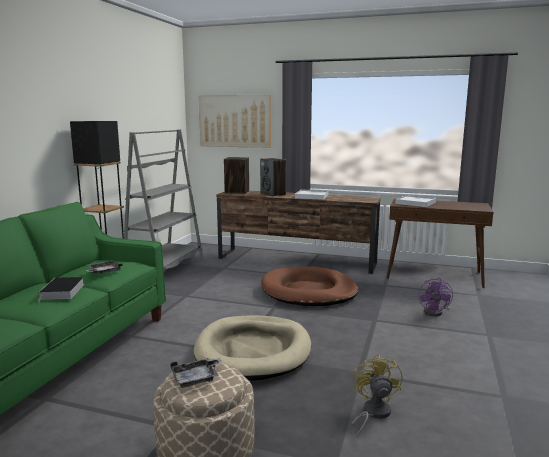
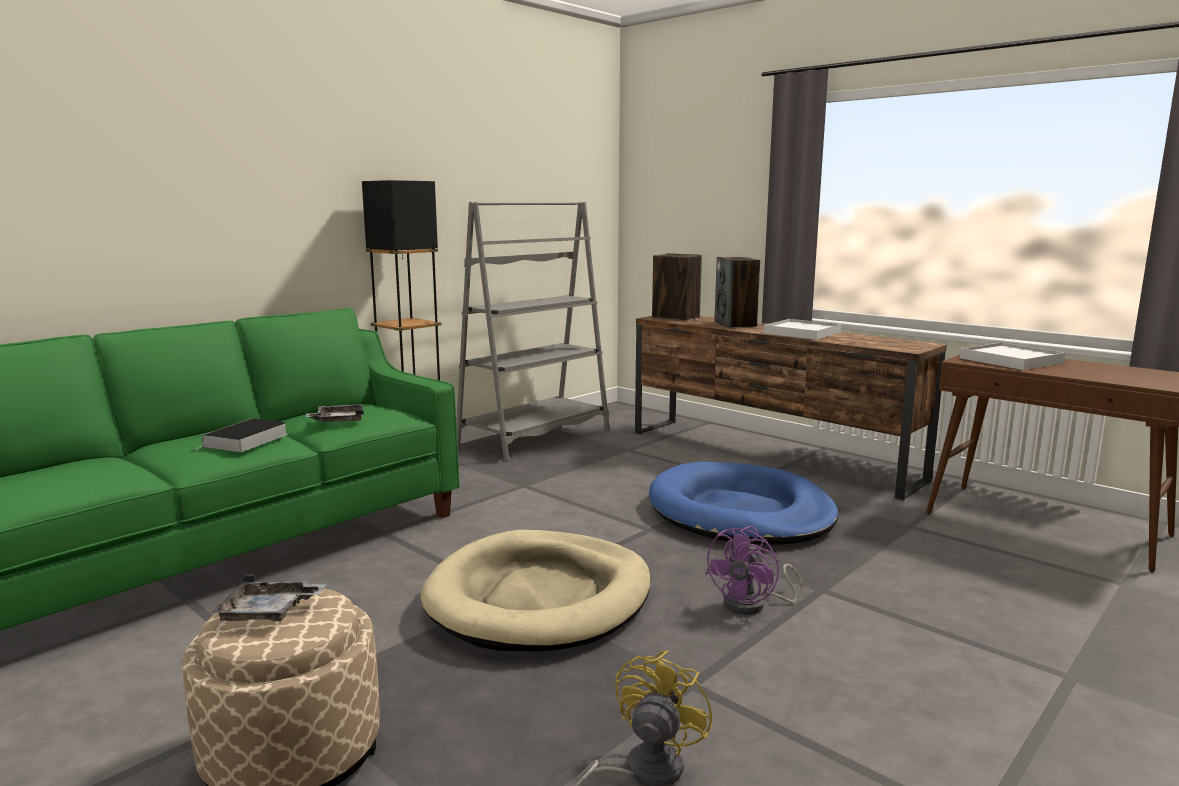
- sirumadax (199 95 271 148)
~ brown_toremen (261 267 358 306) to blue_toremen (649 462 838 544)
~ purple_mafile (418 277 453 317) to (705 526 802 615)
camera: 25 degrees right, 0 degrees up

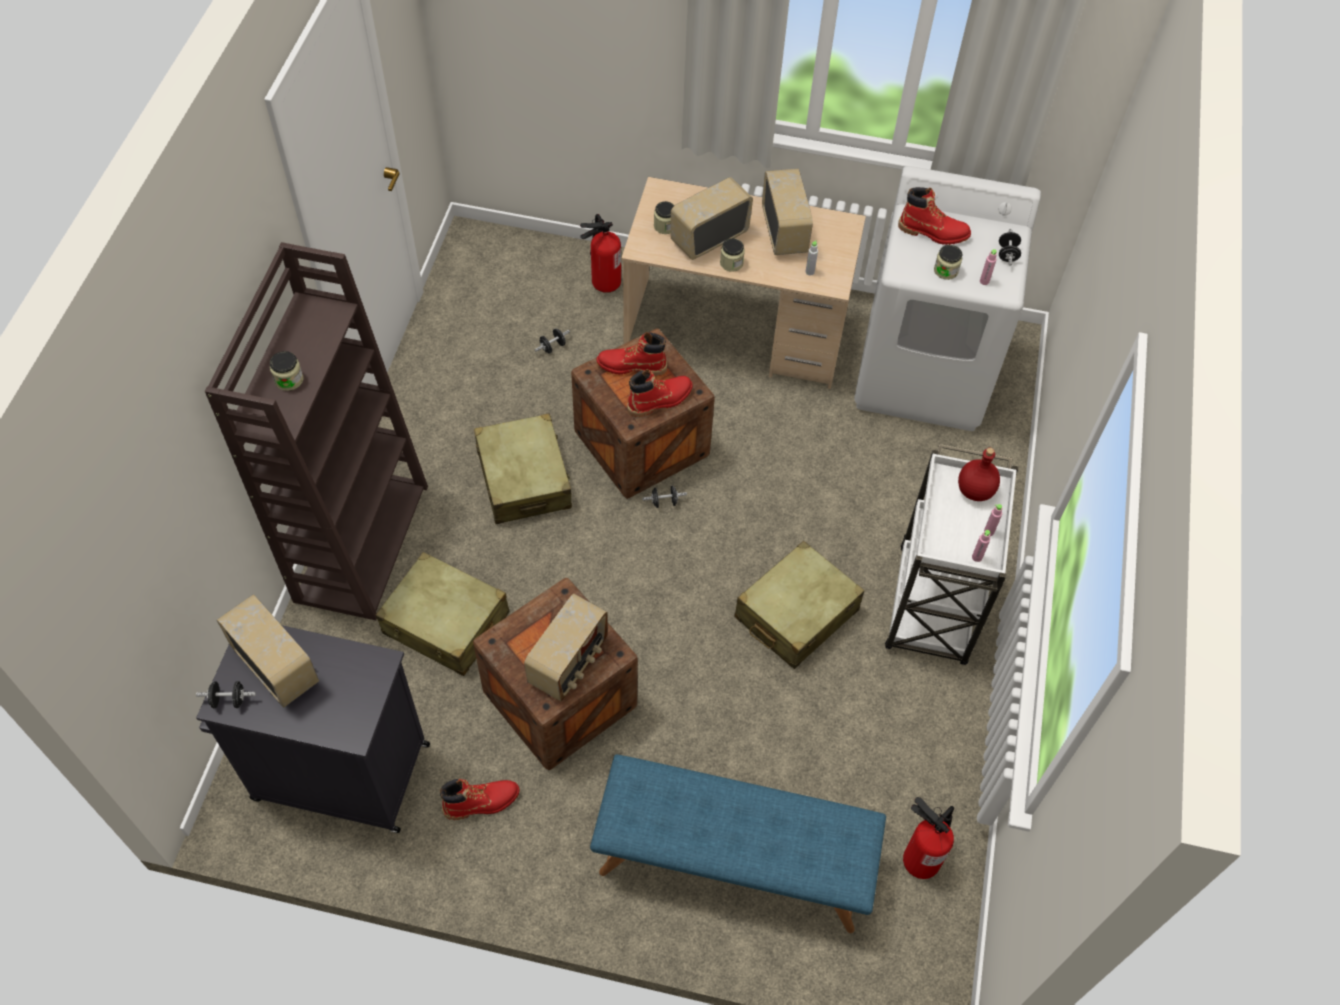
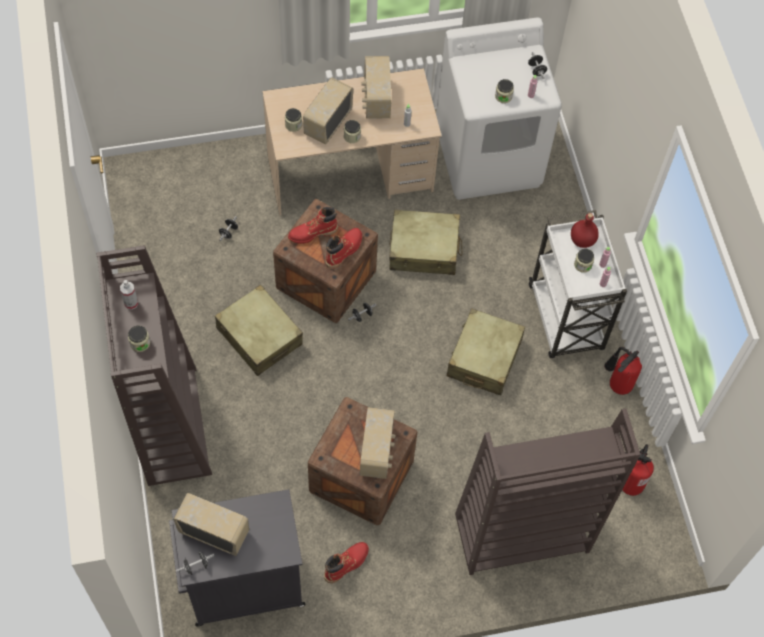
~ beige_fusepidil (376 552 509 676) to (389 210 462 275)
~ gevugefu (580 214 621 293) to (604 347 642 395)
~ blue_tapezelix (590 754 886 933) to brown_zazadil (455 408 641 575)
~ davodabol (762 169 813 255) = (362 56 392 119) 150 degrees counterclockwise
- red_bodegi (898 187 971 245)
+ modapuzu (120 280 138 310)
+ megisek (574 248 594 273)
camera: 25 degrees left, 5 degrees up

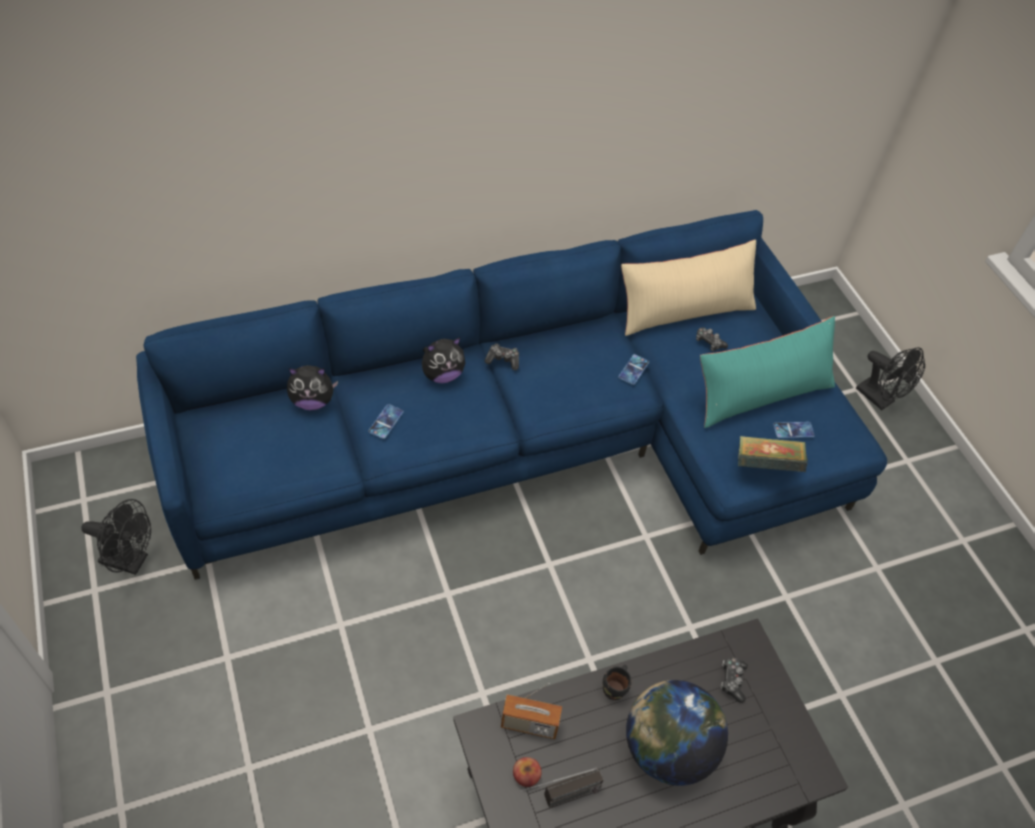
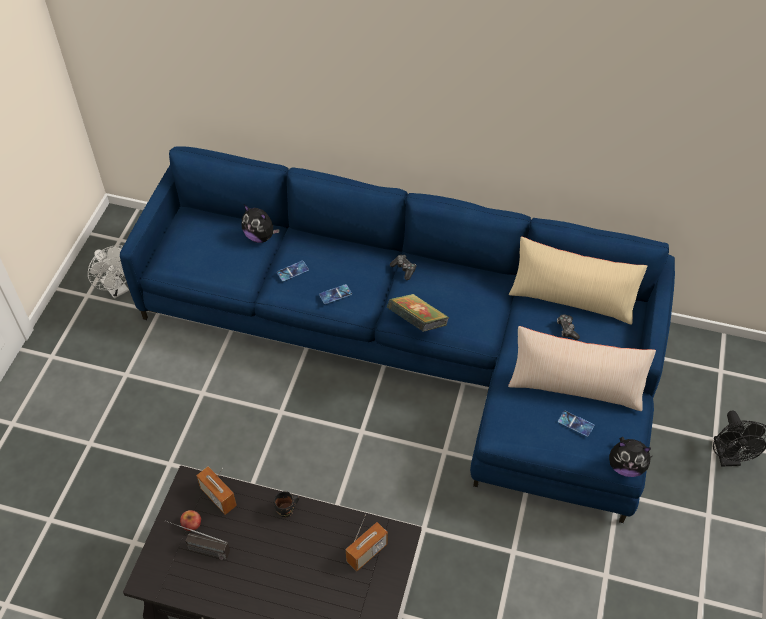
~ black_mafile (81 499 151 575) to white_mafile (88 245 129 299)
~ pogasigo (422 337 465 383) to (609 437 653 477)
~ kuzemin (618 354 649 385) to (319 284 352 304)
- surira (626 680 728 786)
~ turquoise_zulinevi (700 316 835 428) to beige_zulinevi (508 326 656 411)
~ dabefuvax (720 657 748 703) to davodabol (346 514 388 572)
~ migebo (738 436 808 472) to (387 294 449 332)
camera: 40 degrees right, 0 degrees up

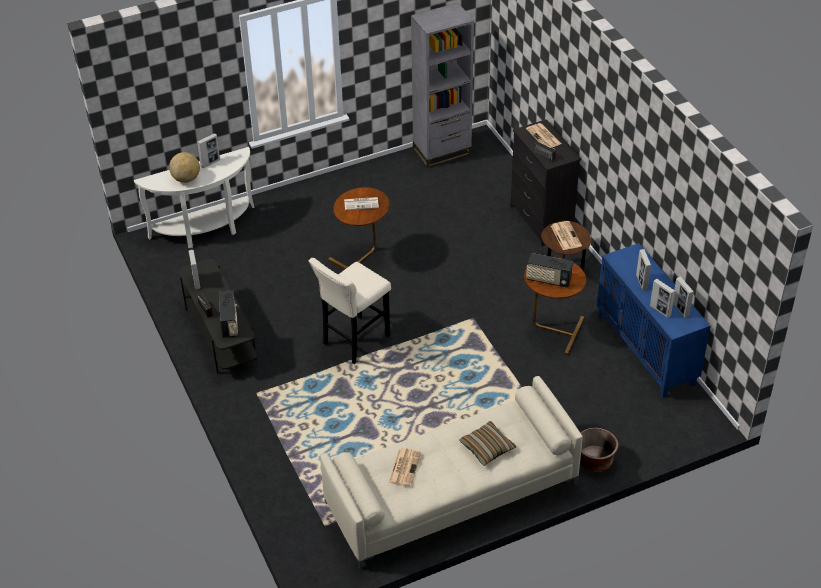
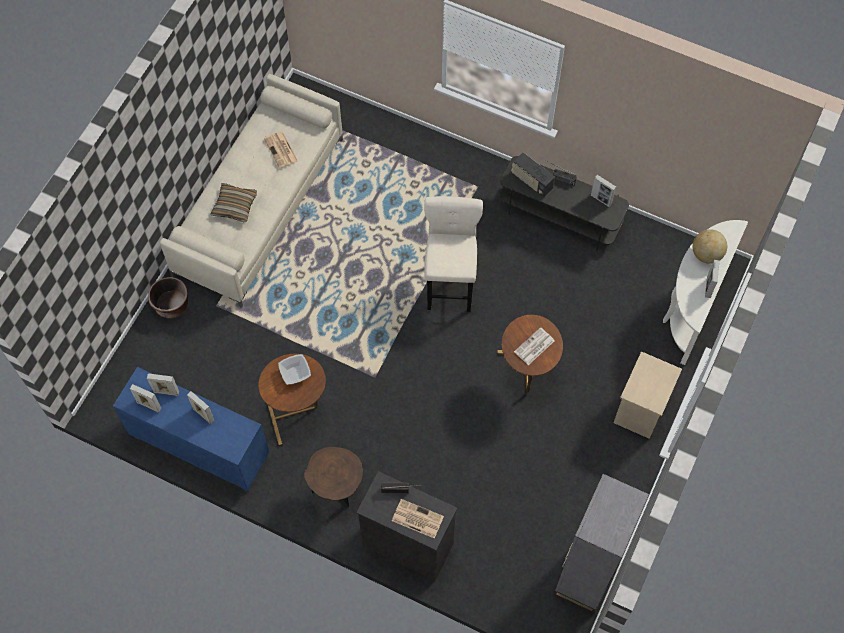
~ davodabol (526 253 573 288) to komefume (278 354 311 385)
- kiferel (551 221 582 250)
+ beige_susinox (613 351 682 439)
camera: 140 degrees right, 20 degrees up

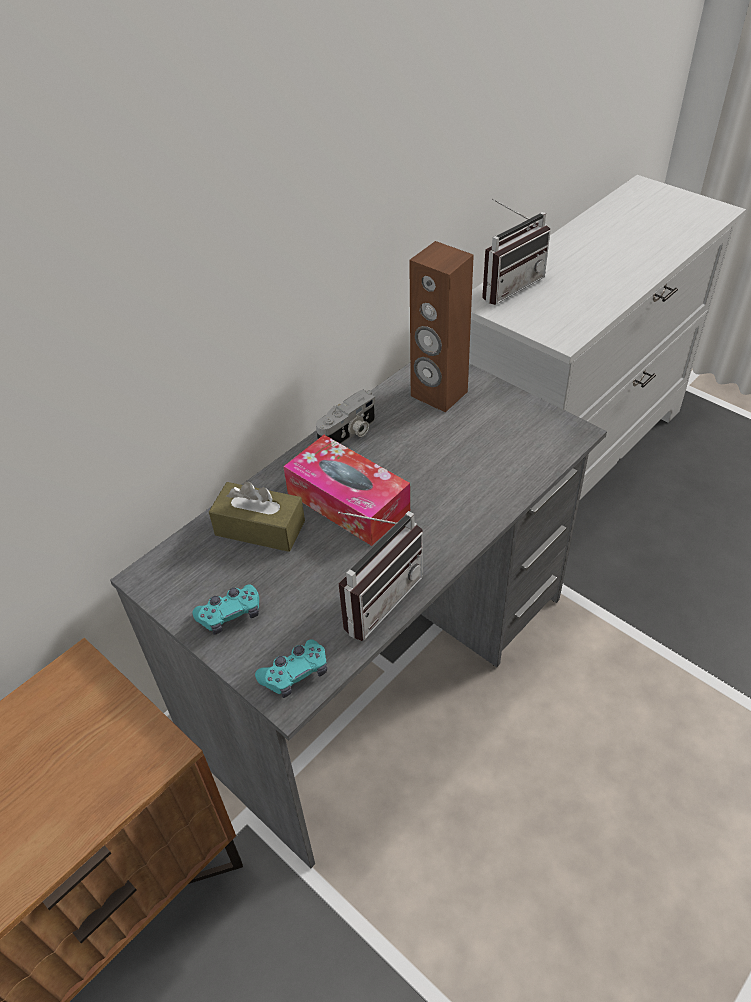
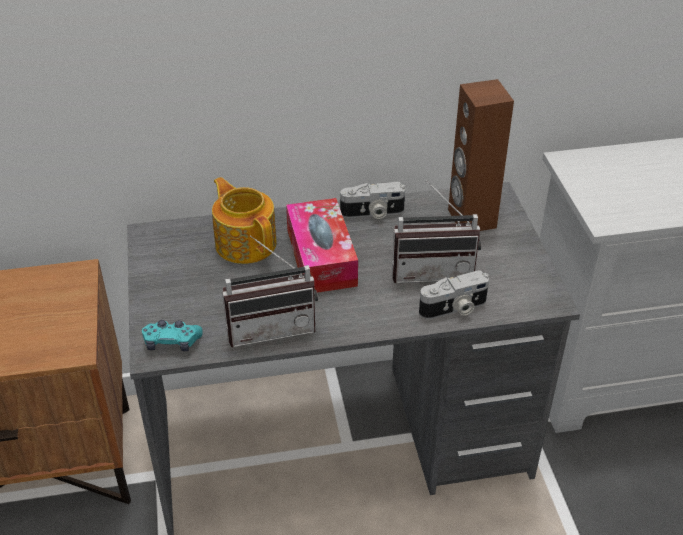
- turquoise_dabefuvax (192 585 259 635)
~ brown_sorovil (209 481 305 552) to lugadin (212 177 277 264)
~ davodabol (482 199 551 305) to (392 180 481 283)
+ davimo (419 270 489 319)
camera: 35 degrees right, 5 degrees down

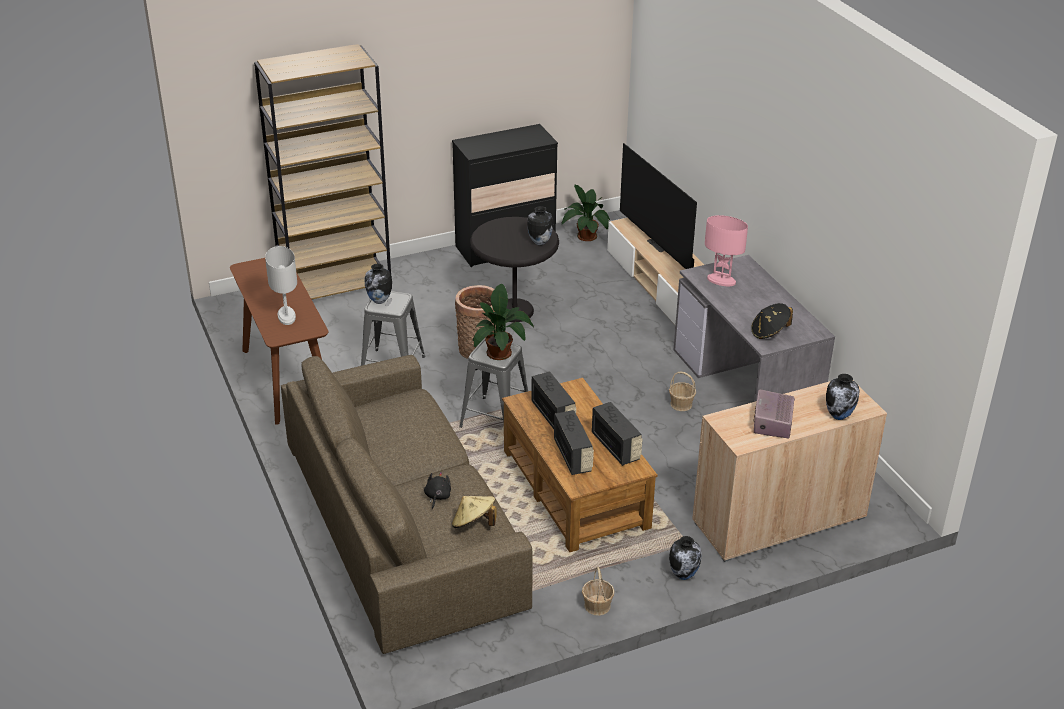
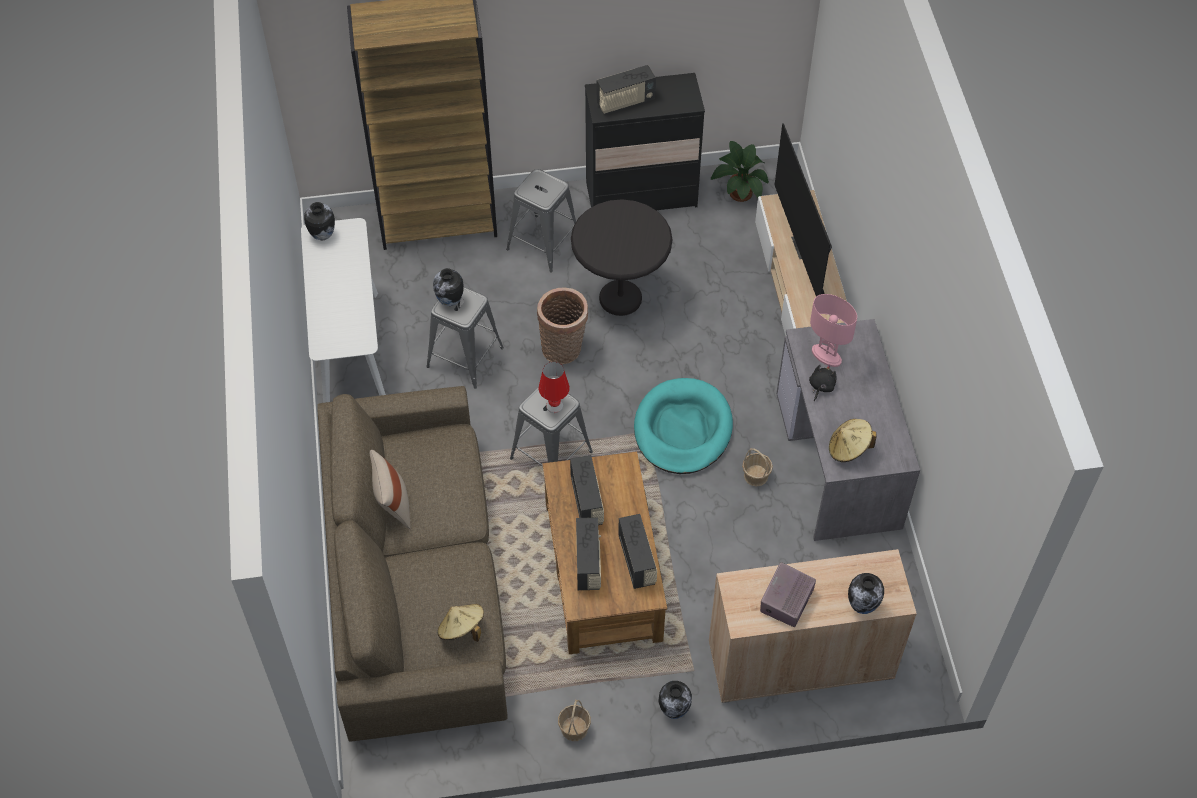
~ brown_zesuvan (230 258 329 425) to white_zesuvan (301 218 386 403)
- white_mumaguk (265 246 297 325)
~ black_pogasigo (424 472 451 509) to (809 365 837 401)
~ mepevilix (473 284 534 360) to red_mumaguk (539 362 570 413)
~ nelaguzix (527 206 553 245) to (304 202 335 240)
~ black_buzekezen (751 303 793 339) to beige_buzekezen (829 419 877 462)
+ beige_zulinevi (370 450 411 529)
+ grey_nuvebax (506 169 576 272)
+ davodabol (597 65 656 114)
+ turquoise_toremen (634 378 733 474)
camera: 15 degrees right, 20 degrees up

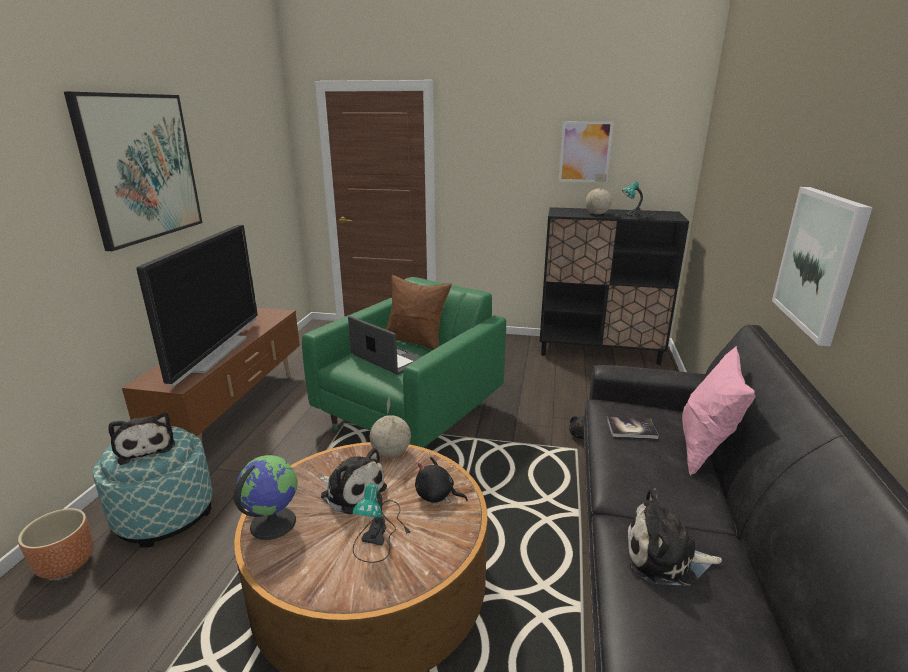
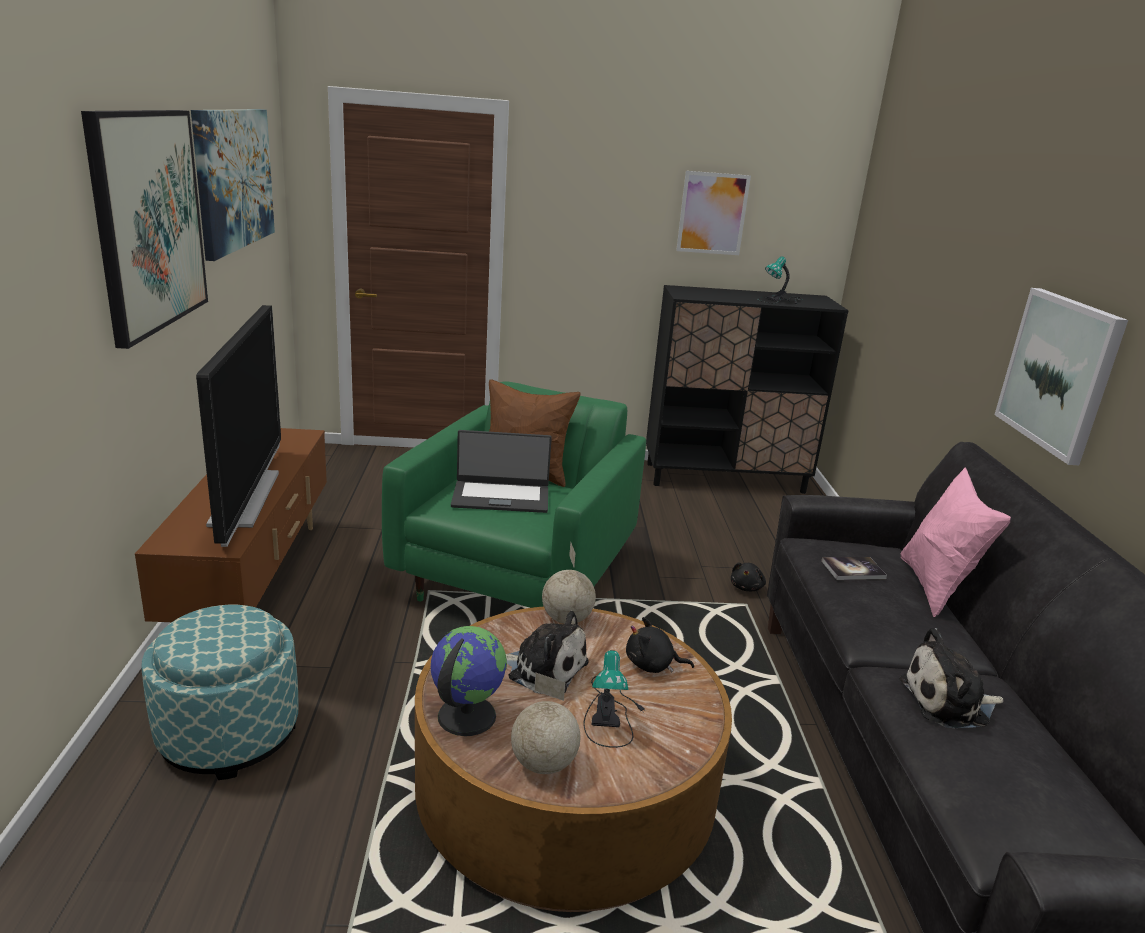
- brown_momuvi (18 508 94 579)
- pogasigo (108 412 175 465)
~ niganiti (348 316 421 375) = (451 430 552 513) 150 degrees clockwise
~ surira (586 173 612 215) to (511 673 580 774)
+ sirumadax (191 109 275 261)
camera: 15 degrees left, 0 degrees up

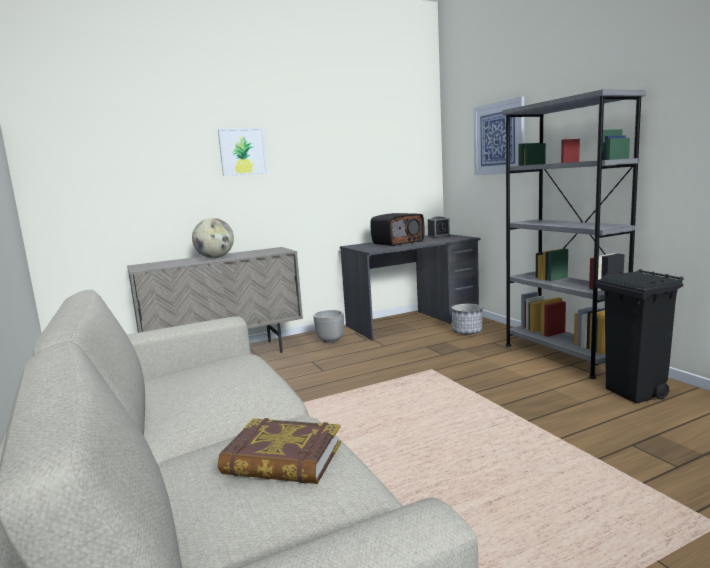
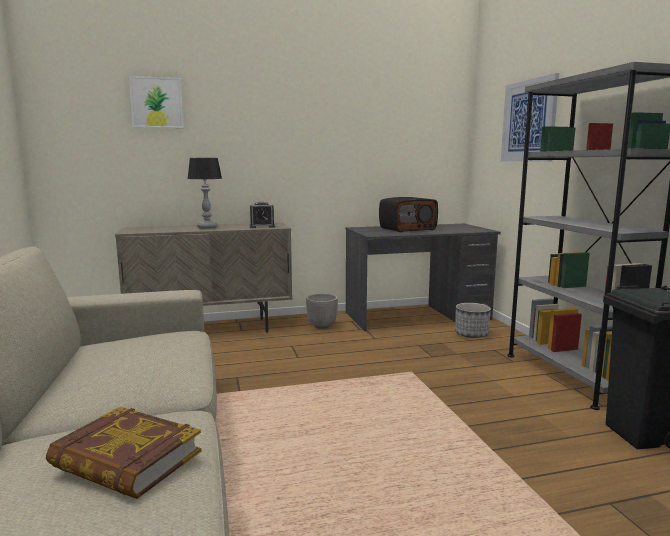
~ surira (192 218 234 258) to mumaguk (187 158 222 229)
~ sirumadax (218 128 267 176) to (129 76 184 128)
~ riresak (427 216 451 238) to (250 202 275 228)
camera: 10 degrees right, 0 degrees up

